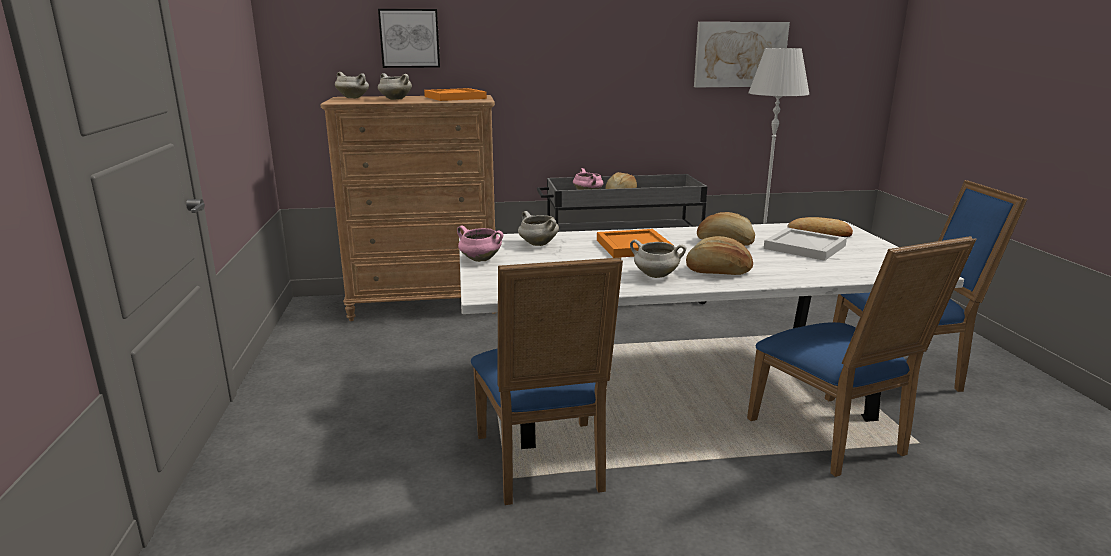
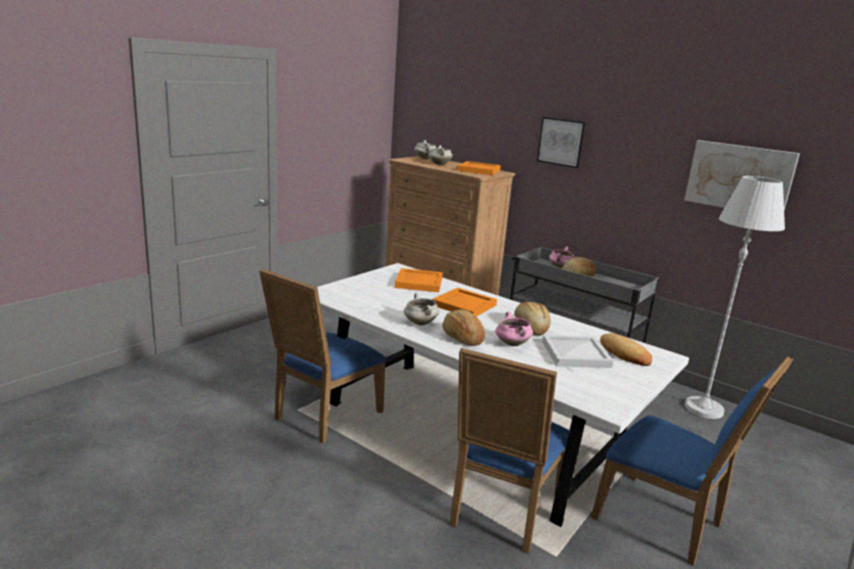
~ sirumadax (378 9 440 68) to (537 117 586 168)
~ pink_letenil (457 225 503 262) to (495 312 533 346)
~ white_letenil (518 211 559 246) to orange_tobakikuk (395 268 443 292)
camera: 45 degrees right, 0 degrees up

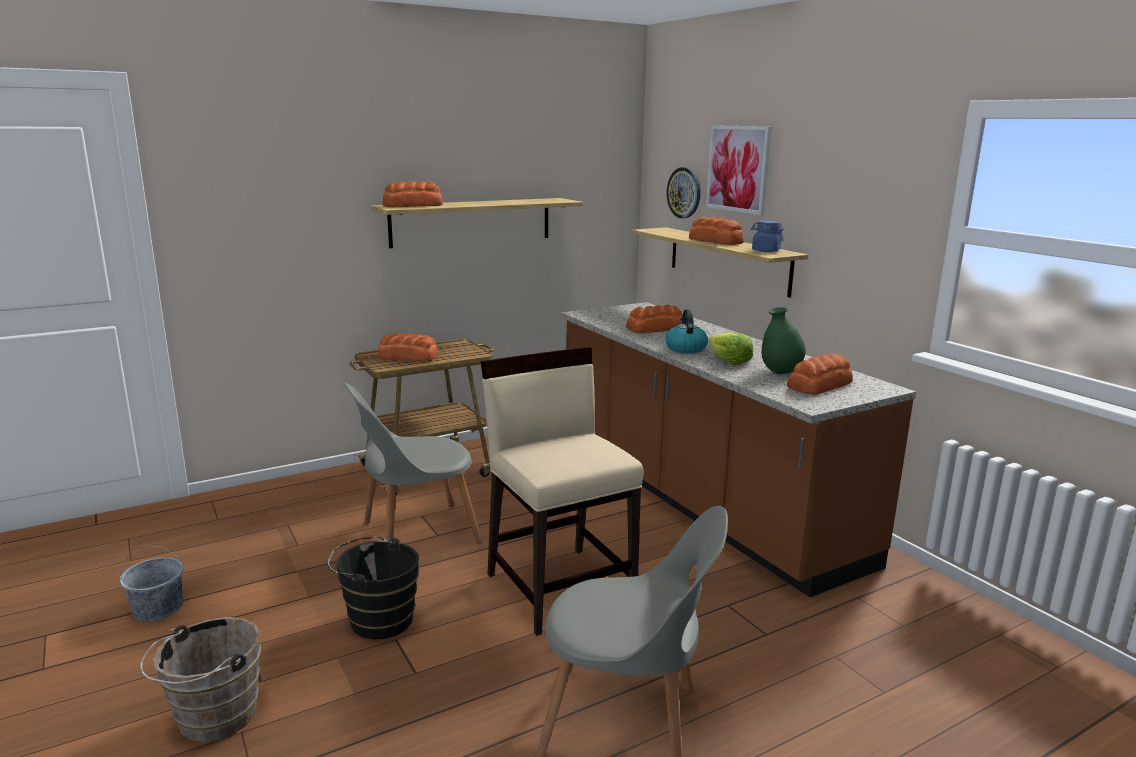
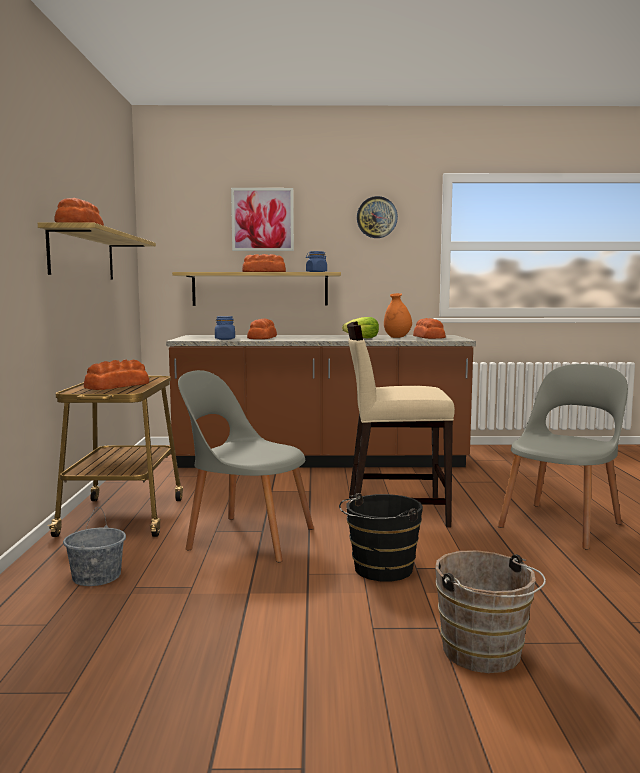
~ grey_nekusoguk (119 546 184 621) to (63 507 126 586)
~ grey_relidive (344 383 482 543) = (178 370 314 562) 105 degrees clockwise
- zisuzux (666 309 708 353)
~ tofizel (667 167 701 218) to (357 196 398 238)
~ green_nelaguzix (762 307 806 374) to orange_nelaguzix (384 293 412 338)
+ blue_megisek (215 316 235 340)
camera: 60 degrees left, 10 degrees down

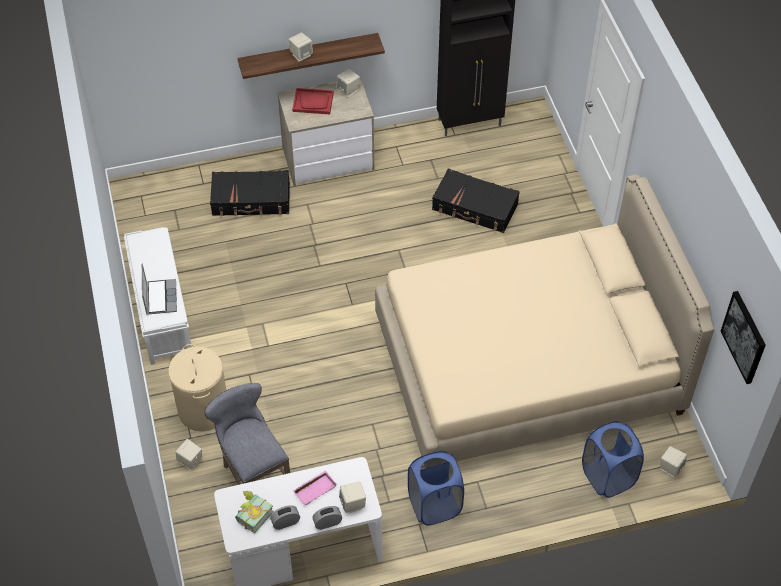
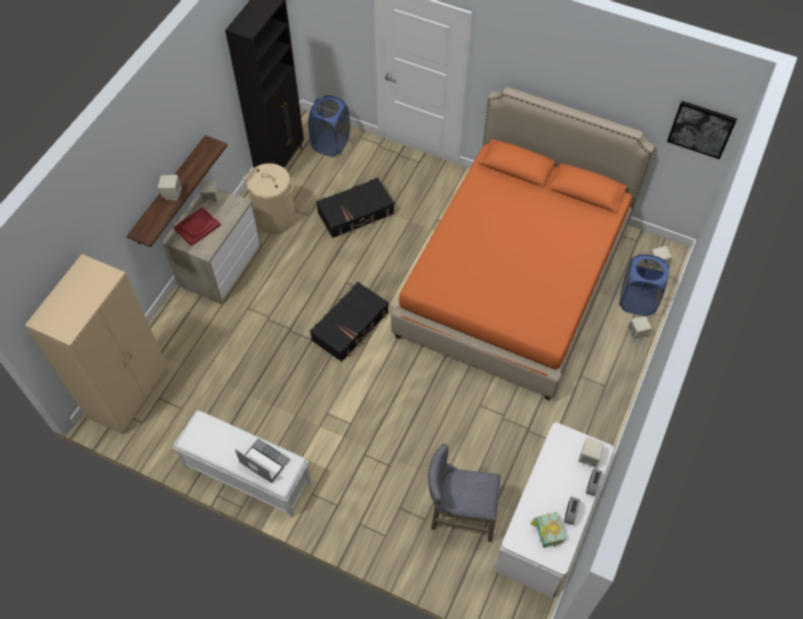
~ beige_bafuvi (168 344 226 432) to (243 163 296 234)
~ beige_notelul (176 439 202 470) to (627 316 652 341)
~ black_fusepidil (210 170 290 216) to (310 282 389 362)
- pink_tobakikuk (293 470 337 505)
~ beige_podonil (375 174 714 461) to orange_podonil (391 87 655 400)
~ blue_bafuvi (408 451 464 526) to (308 95 350 157)
+ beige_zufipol (25 254 168 434)
camera: 50 degrees left, 5 degrees up

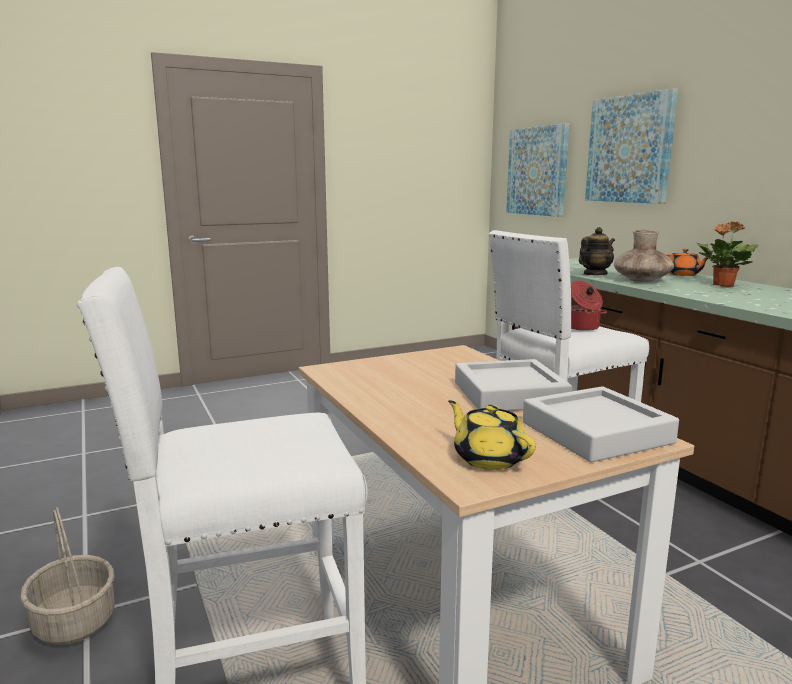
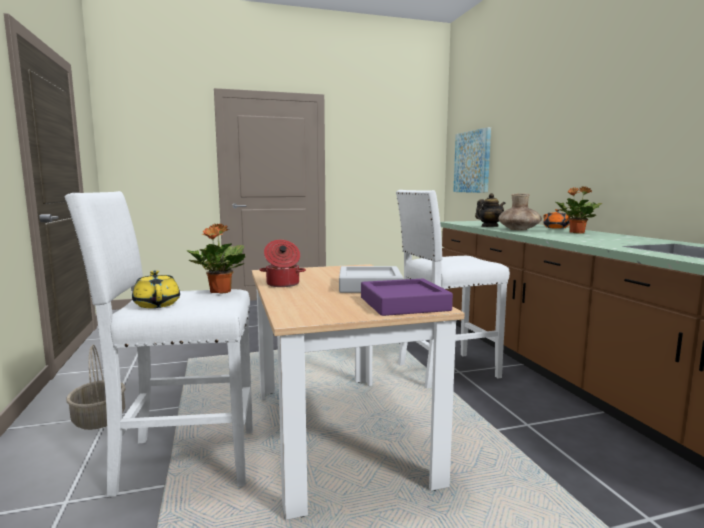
~ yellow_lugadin (448 400 536 470) to (132 270 180 308)
~ grey_tobakikuk (523 386 679 462) to purple_tobakikuk (361 279 453 316)
~ letenil (571 281 607 331) to (260 240 306 287)
- sirumadax (585 88 678 204)
+ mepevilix (186 224 245 294)
camera: 10 degrees right, 5 degrees down

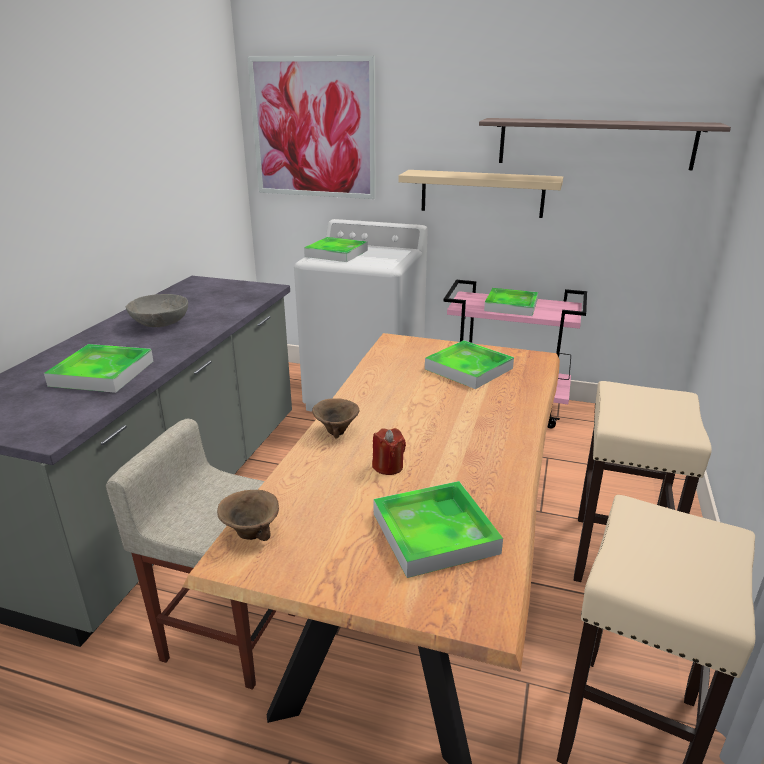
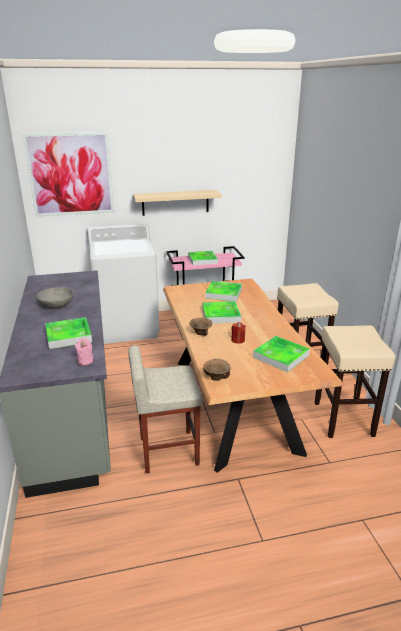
~ tobakikuk (304 237 368 262) to (202 301 241 324)
- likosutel (479 118 731 170)
+ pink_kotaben (75 339 94 365)
camera: 30 degrees left, 0 degrees up

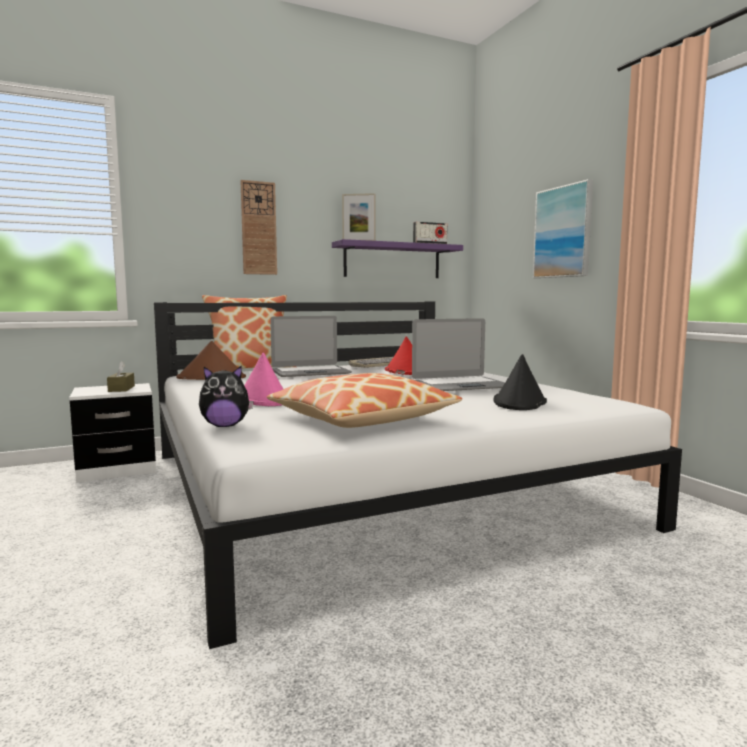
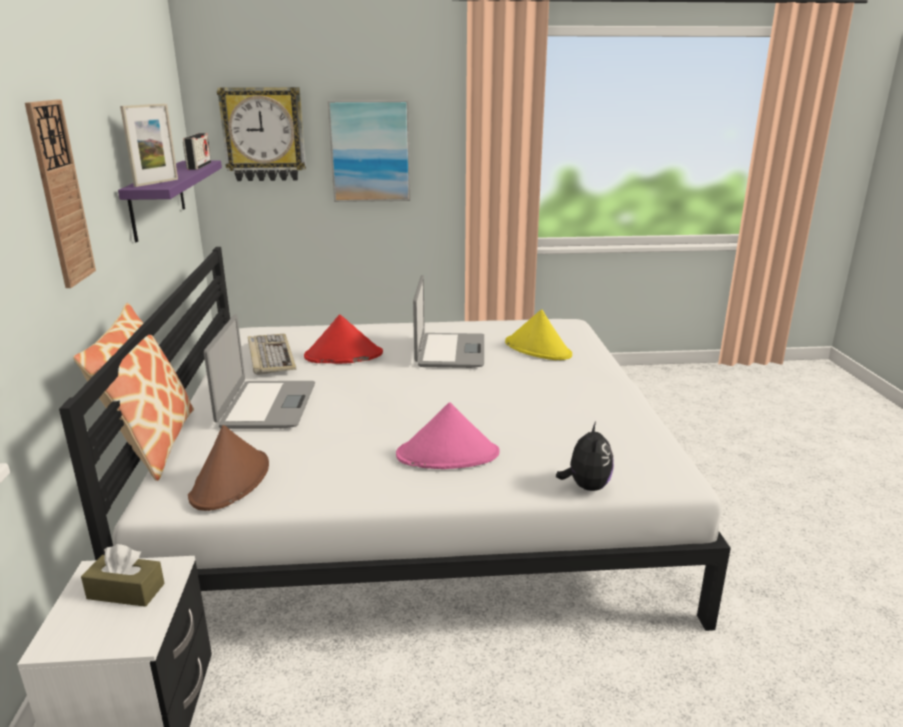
- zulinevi (267 373 462 428)
~ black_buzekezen (493 354 547 410) to yellow_buzekezen (505 309 572 360)
+ tofizel (217 87 306 181)
camera: 70 degrees left, 15 degrees up

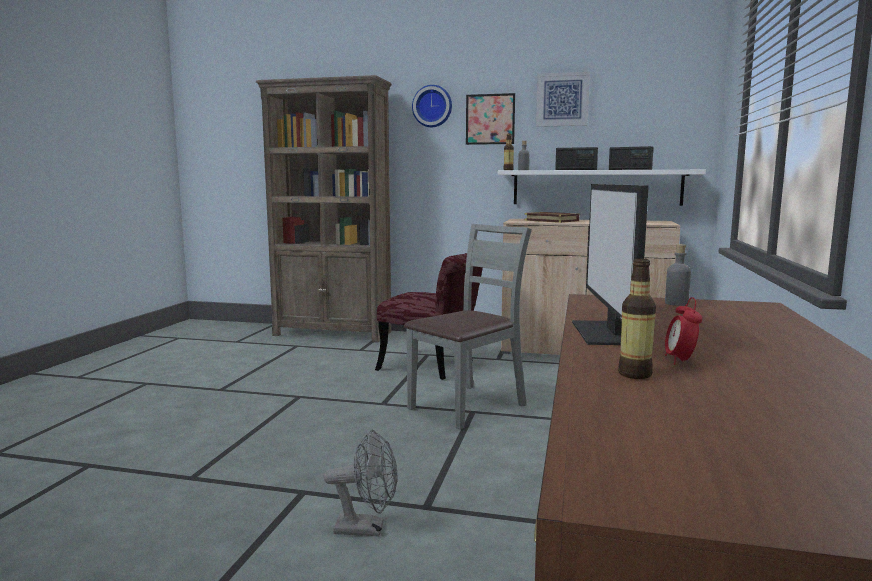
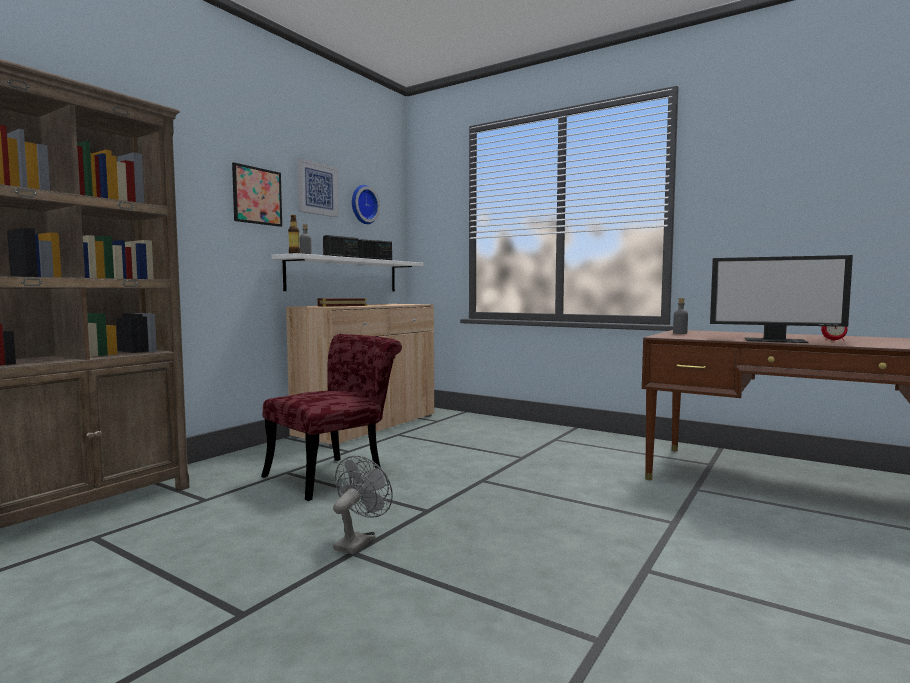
~ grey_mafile (324 430 397 536) to (333 456 393 554)
- grey_relidive (404 224 532 430)
~ tofizel (412 85 452 127) to (352 185 380 224)
- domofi (618 258 656 379)
camera: 70 degrees left, 5 degrees down

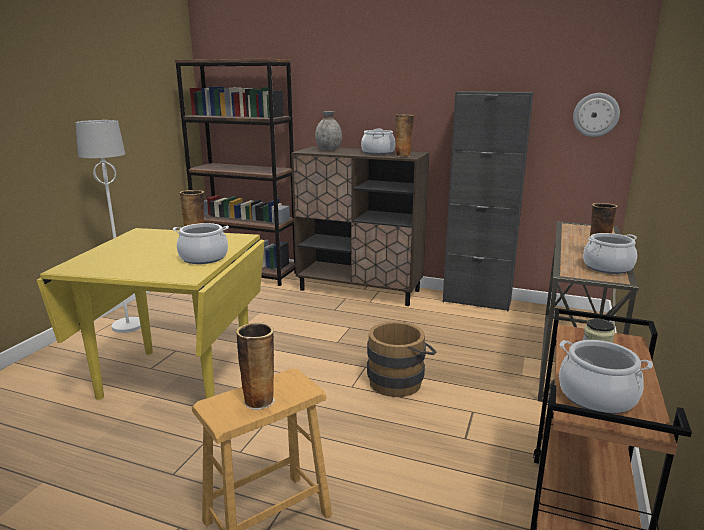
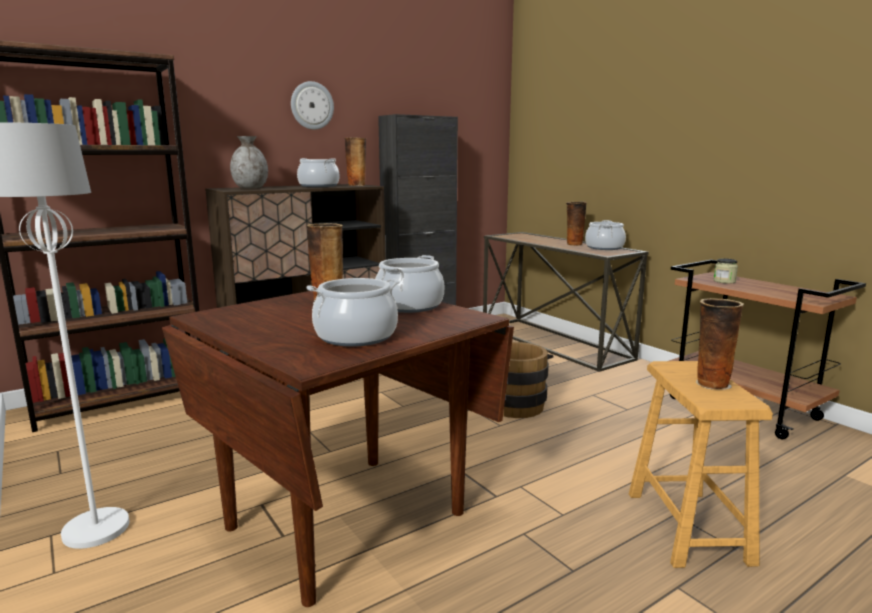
~ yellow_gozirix (36 228 265 400) to brown_gozirix (162 291 514 607)
~ letenil (559 340 653 414) to (306 278 400 347)
~ tofizel (573 93 620 137) to (291 81 334 130)
camera: 55 degrees left, 5 degrees down

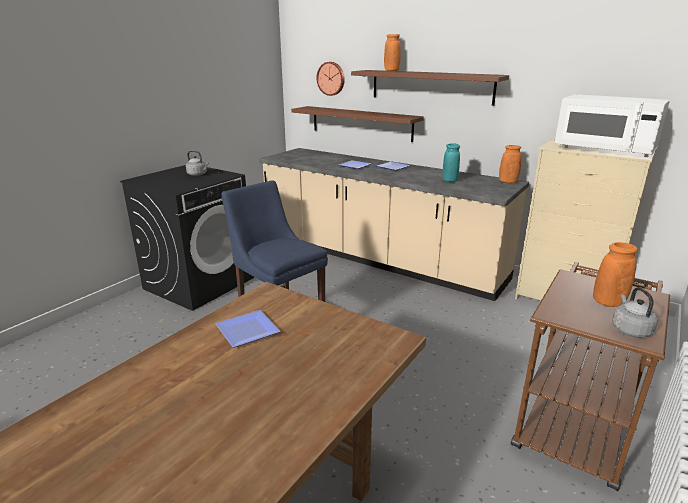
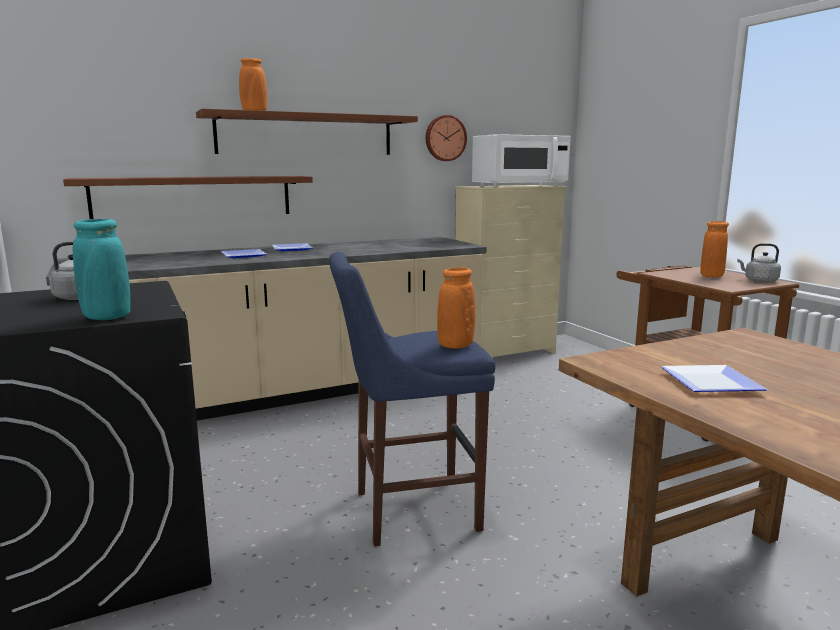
~ tofizel (317 62 345 96) to (426 115 467 161)
~ turquoise_nelaguzix (443 143 460 182) to (73 219 130 320)
~ orange_nelaguzix (499 145 521 183) to (437 268 476 349)
camera: 60 degrees left, 10 degrees down

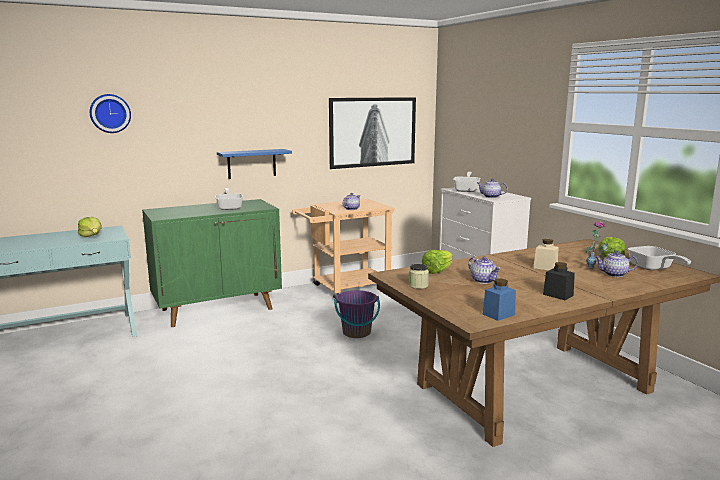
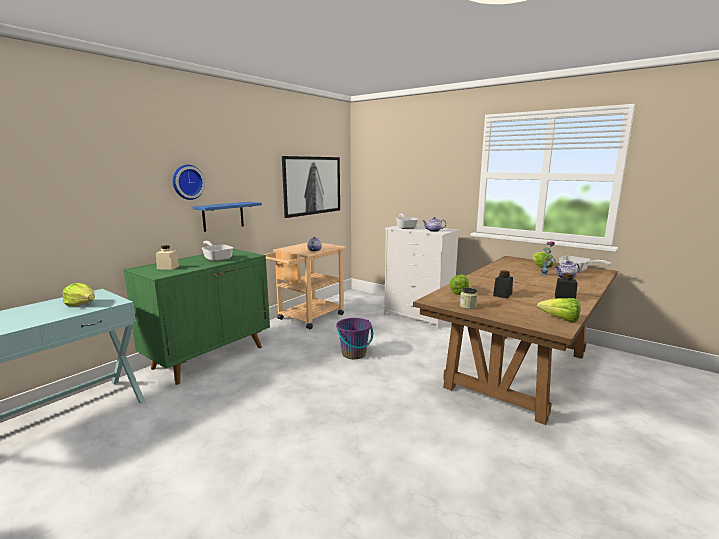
~ tofizel (90 94 131 133) to (173 165 205 200)
~ lugadin (468 256 501 284) to black_megisek (493 270 513 298)
~ blue_megisek (482 279 516 321) to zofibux (537 298 581 322)
~ beige_megisek (533 239 558 270) to (156 245 179 270)
camera: 25 degrees left, 0 degrees up

